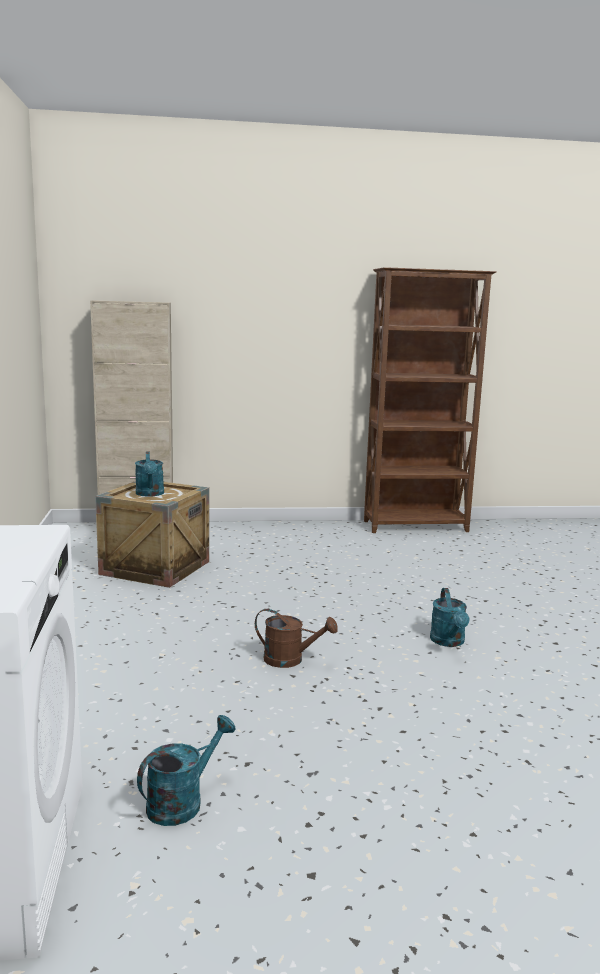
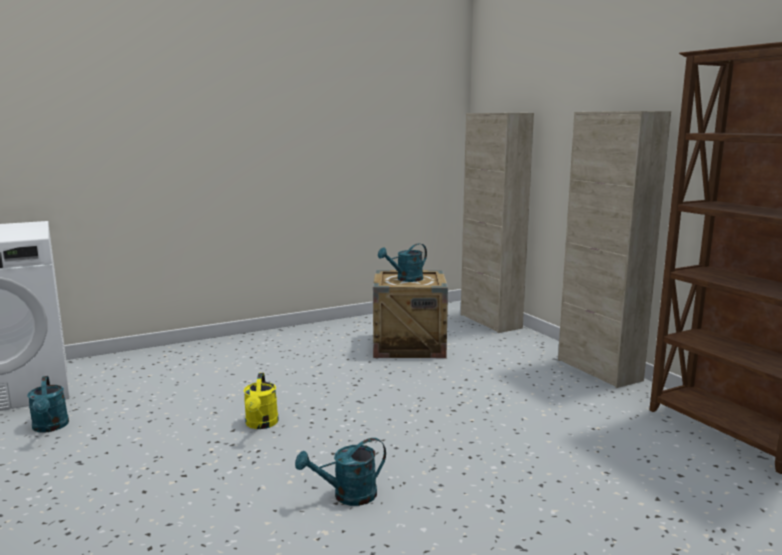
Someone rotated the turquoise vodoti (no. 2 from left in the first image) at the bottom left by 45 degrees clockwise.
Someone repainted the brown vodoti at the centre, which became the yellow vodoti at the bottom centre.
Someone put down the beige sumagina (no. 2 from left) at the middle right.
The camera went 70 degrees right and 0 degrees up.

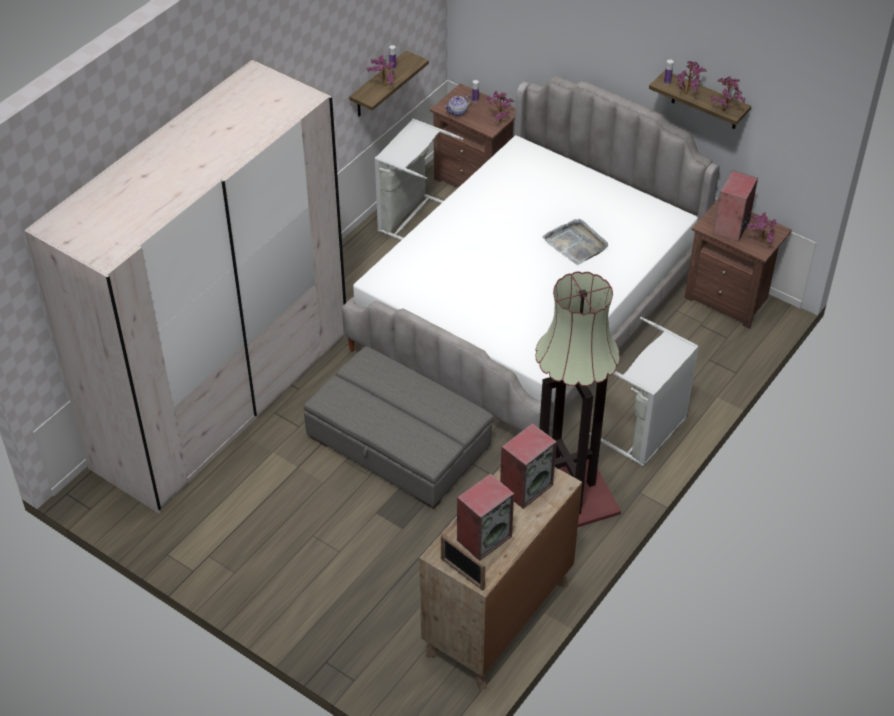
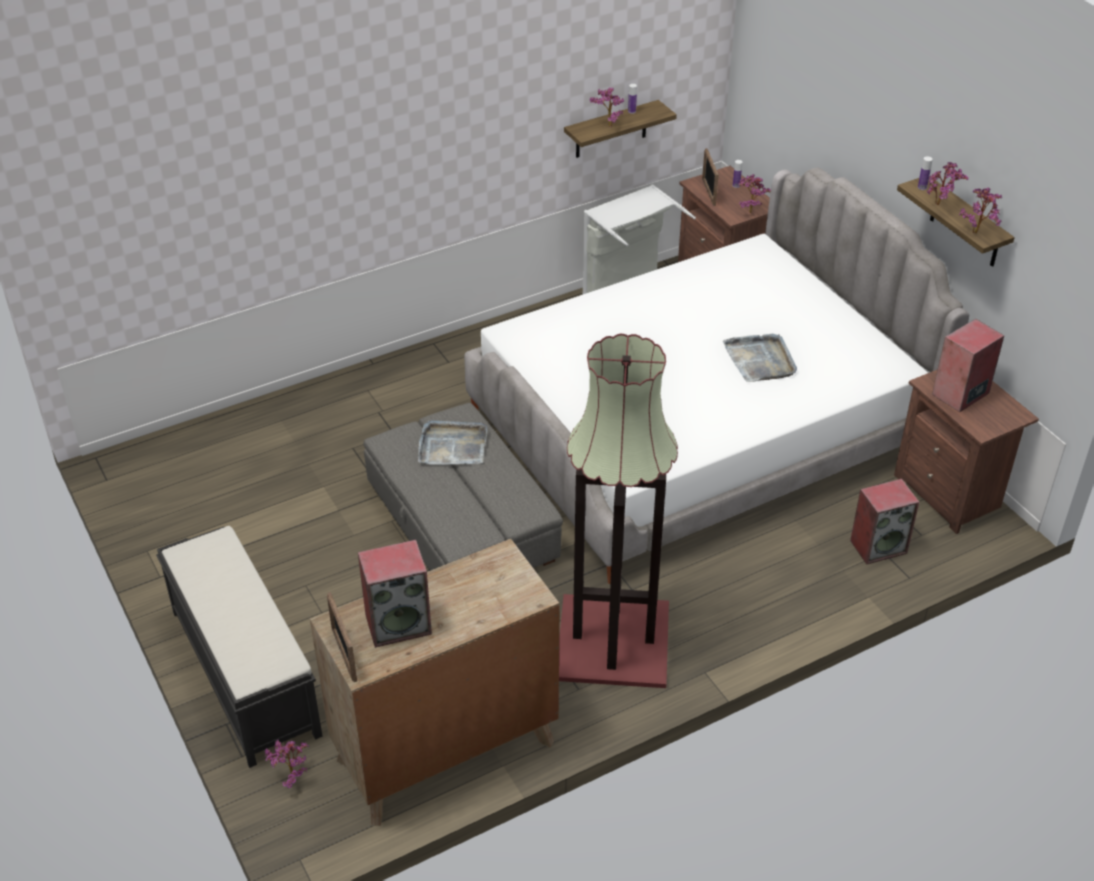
Someone took away the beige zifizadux at the middle left.
Someone swapped the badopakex at the top centre for the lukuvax (no. 2 from left) at the top centre.
Someone carried the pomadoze (no. 2 from left) from the centre to the middle right.
Someone took away the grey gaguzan (no. 2 from left) at the middle right.
Someone carried the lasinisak (no. 5 from left in the first image) from the top right to the bottom left.
Someone put down the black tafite at the bottom left.
Someone put down the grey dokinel (no. 1 from left) at the centre.
The camera went 25 degrees right and 5 degrees down.

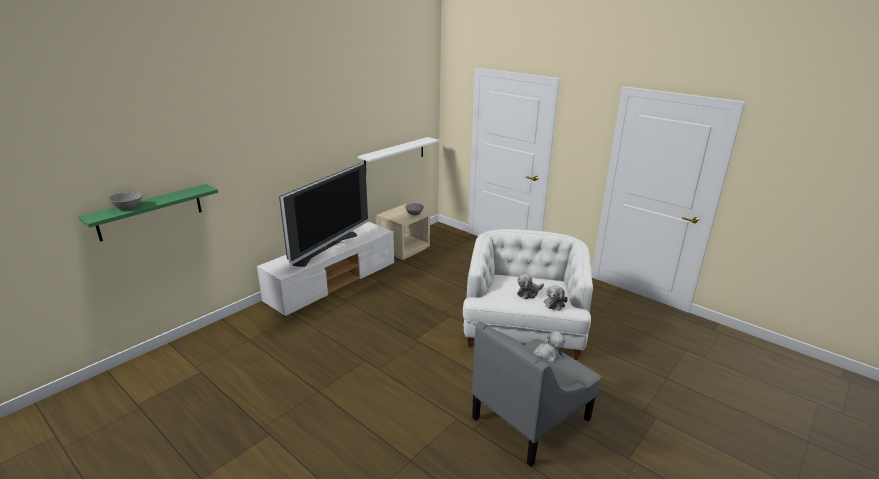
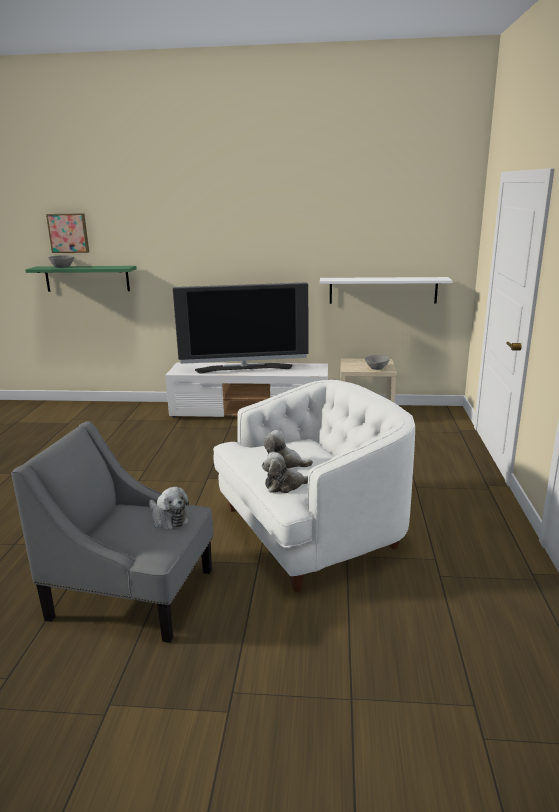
Someone put up the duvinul at the top left.
The camera went 55 degrees right and 5 degrees down.

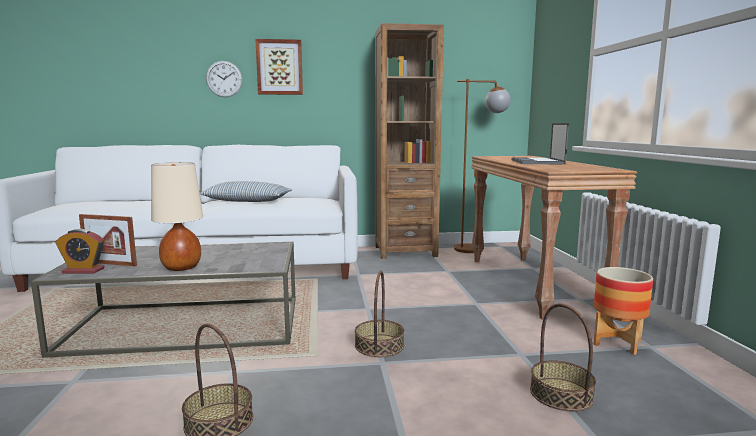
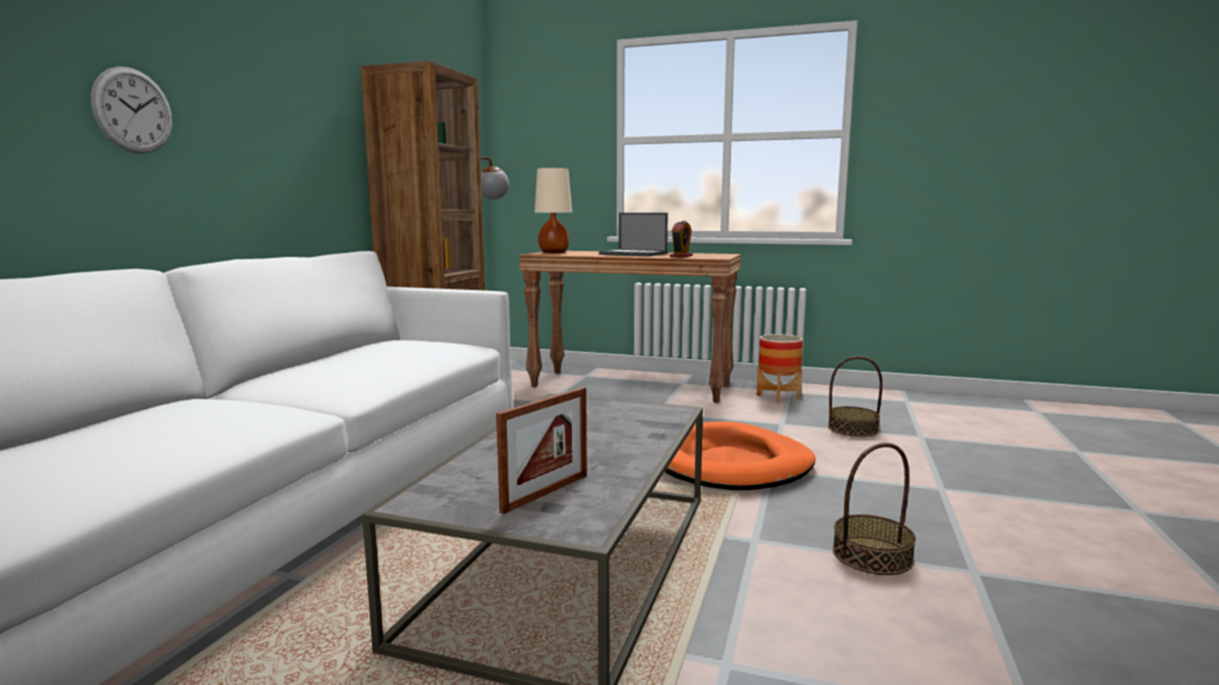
Someone carried the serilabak from the middle left to the centre.
Someone carried the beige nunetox from the middle left to the top centre.
Someone took away the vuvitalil at the middle left.
Someone took away the duvinul at the top centre.
Someone swapped the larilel (no. 2 from left) at the bottom centre for the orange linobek at the centre.
The camera went 65 degrees left and 0 degrees up.

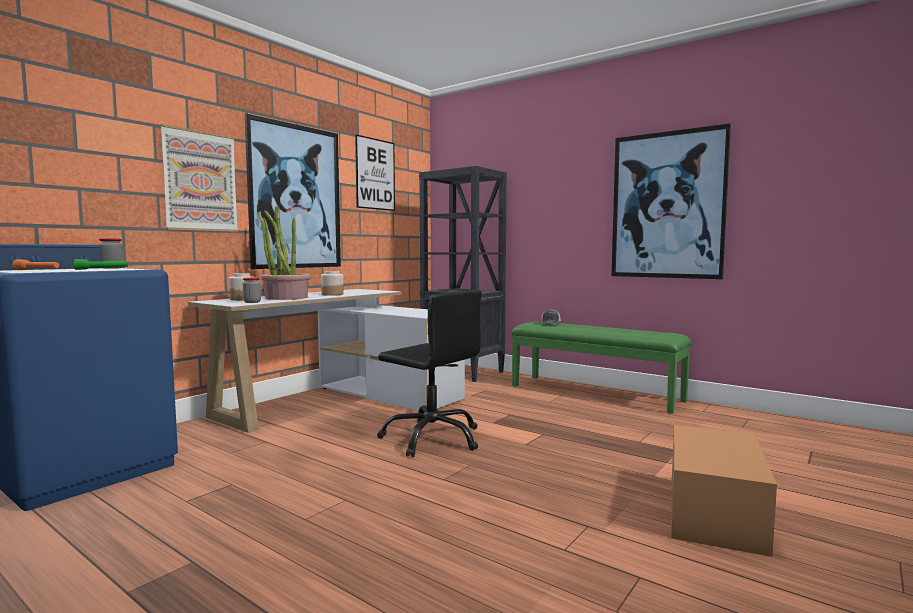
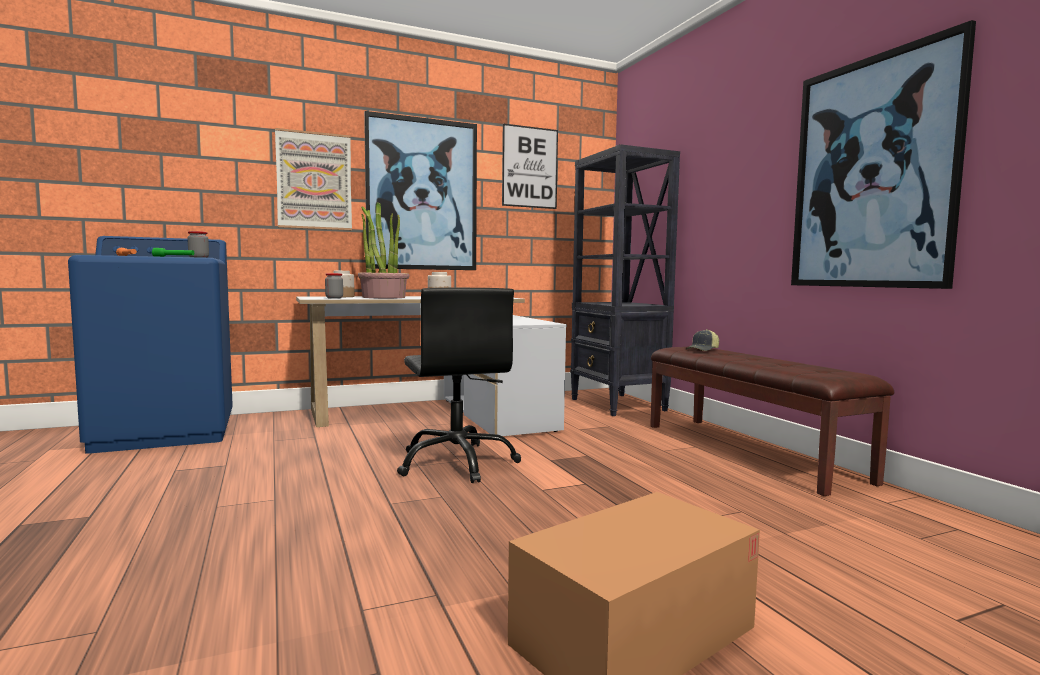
Someone repainted the green tafite at the centre, which became the brown tafite at the middle right.
The camera went 30 degrees right and 0 degrees up.

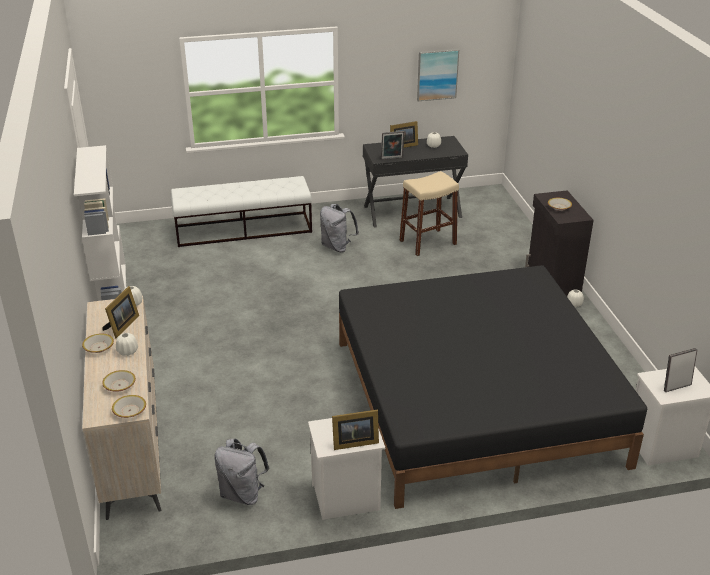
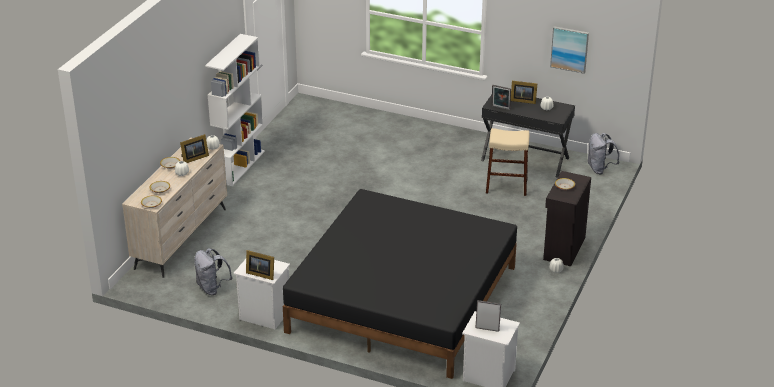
Someone took away the white tafite at the centre.
Someone carried the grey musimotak (no. 2 from left) from the centre to the middle right.
The camera went 35 degrees right and 0 degrees up.

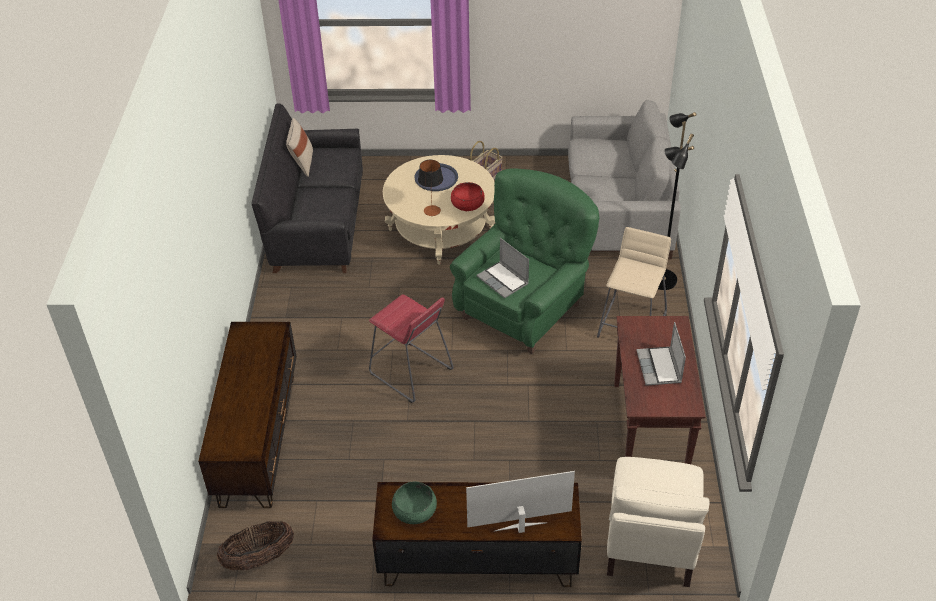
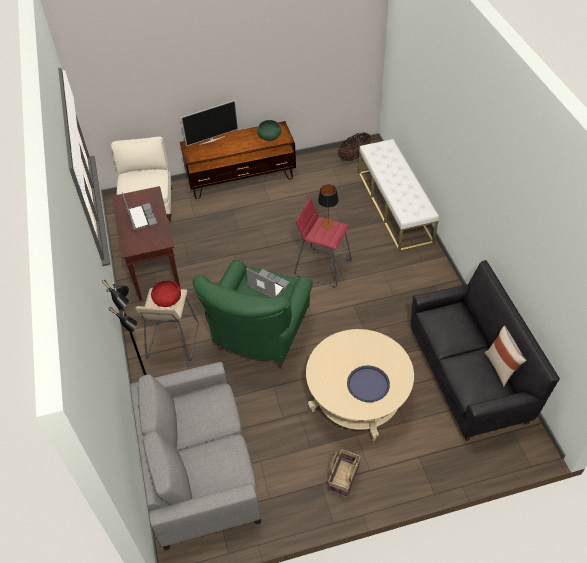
Someone swapped the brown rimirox (no. 1 from left) at the bottom left for the white tafite at the middle right.
Someone carried the nunetox from the top centre to the centre.
Someone carried the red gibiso from the top centre to the middle left.
The camera went 165 degrees right and 5 degrees up.

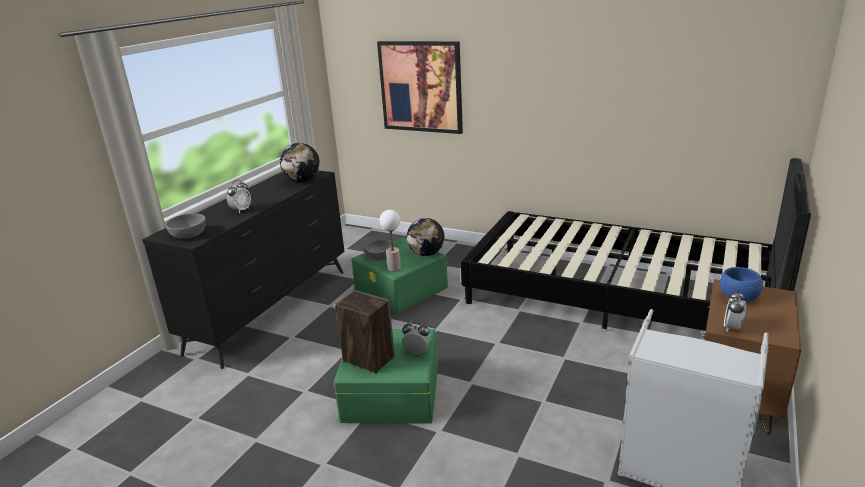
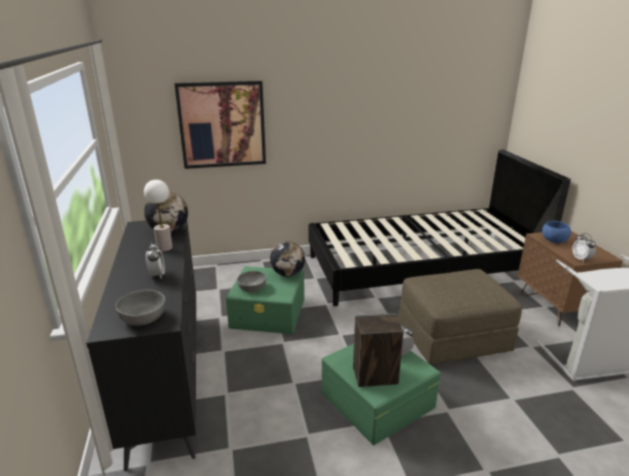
Someone carried the nunetox from the centre to the middle left.
Someone put down the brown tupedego at the middle right.
The camera went 40 degrees left and 0 degrees up.

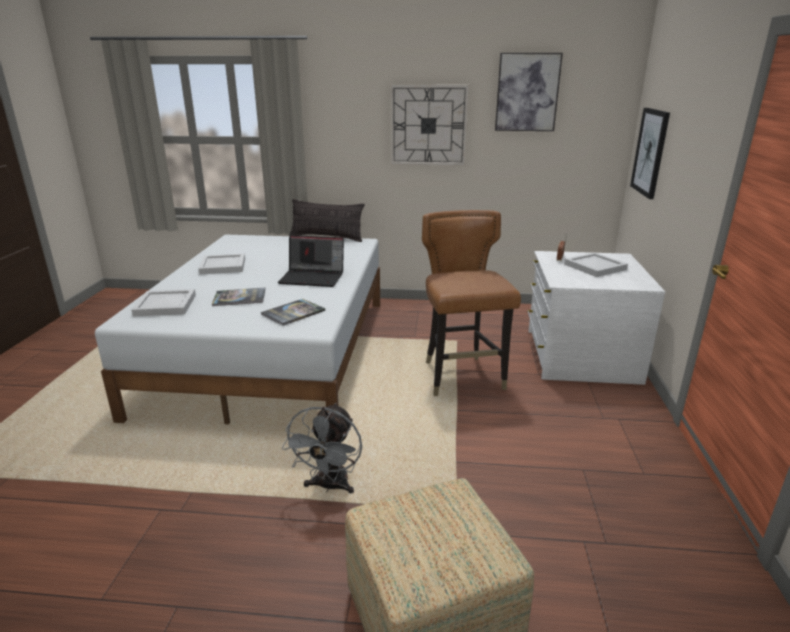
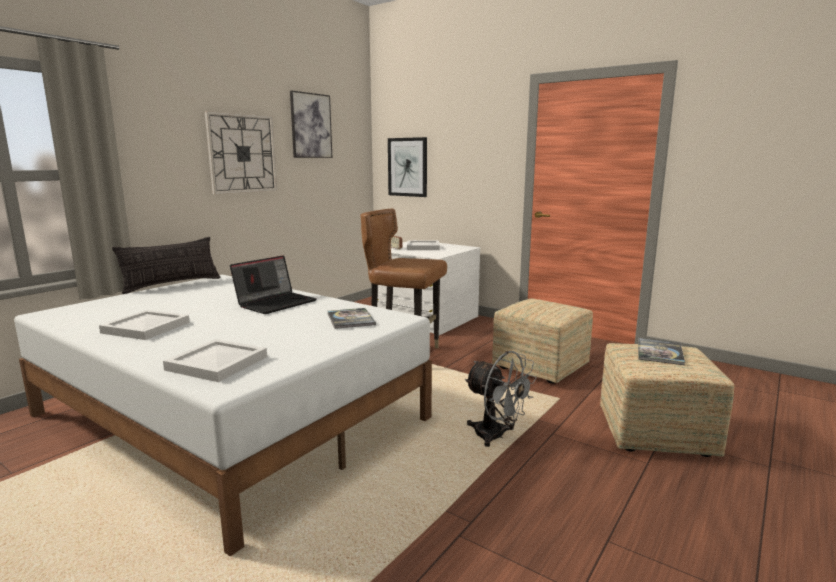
Someone carried the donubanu (no. 1 from left in the first image) from the middle left to the middle right.
Someone put down the tupedego (no. 1 from left) at the centre.
The camera went 60 degrees left and 10 degrees down.

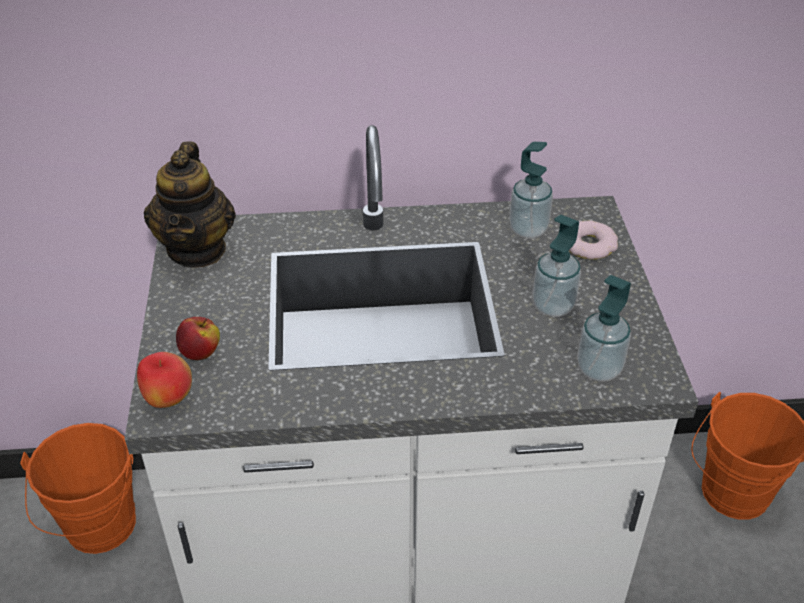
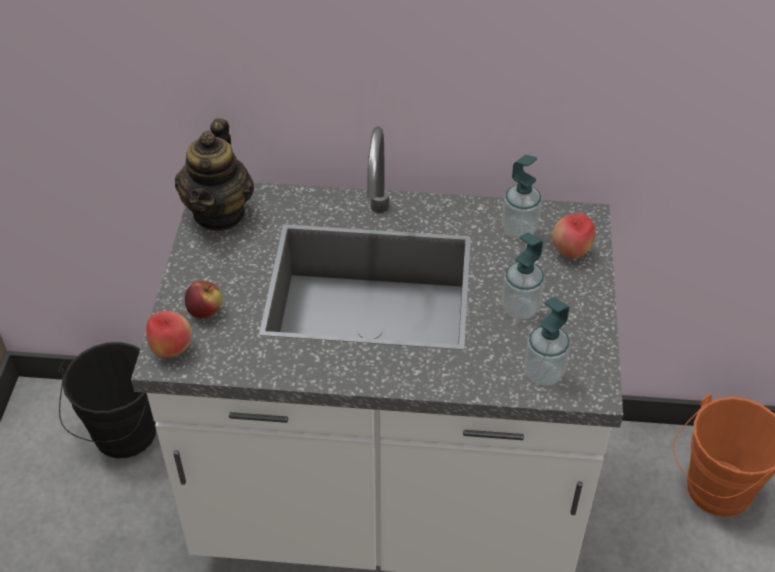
Someone repainted the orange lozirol (no. 1 from left) at the bottom left, which became the black lozirol at the bottom left.
Someone swapped the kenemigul at the middle right for the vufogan (no. 3 from left) at the middle right.
The camera went 10 degrees right and 5 degrees up.

